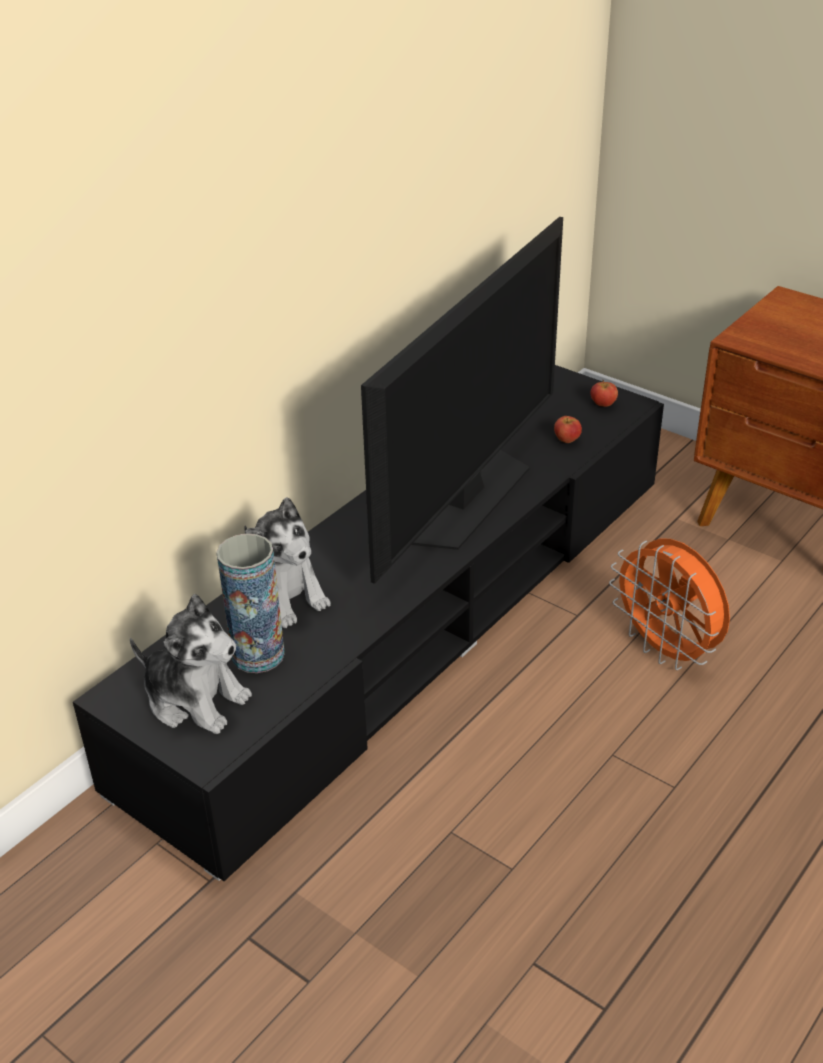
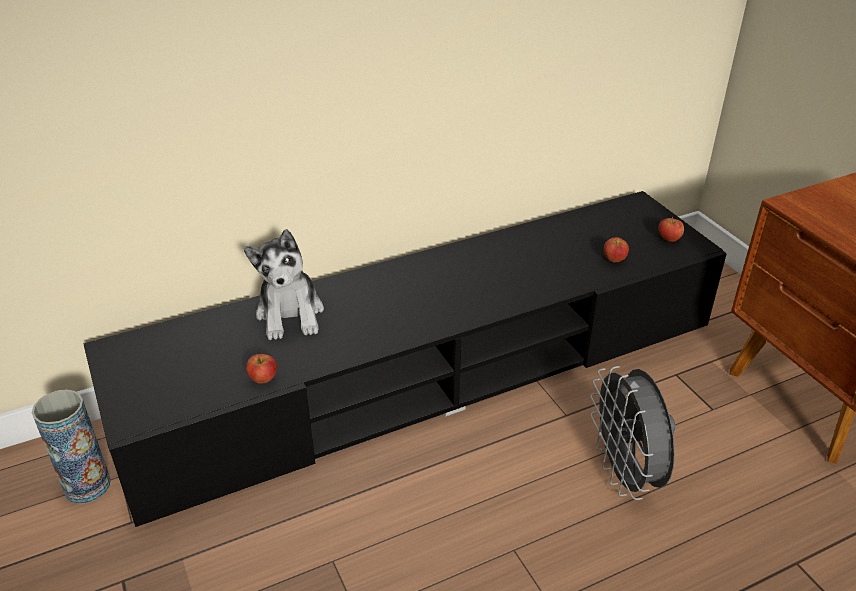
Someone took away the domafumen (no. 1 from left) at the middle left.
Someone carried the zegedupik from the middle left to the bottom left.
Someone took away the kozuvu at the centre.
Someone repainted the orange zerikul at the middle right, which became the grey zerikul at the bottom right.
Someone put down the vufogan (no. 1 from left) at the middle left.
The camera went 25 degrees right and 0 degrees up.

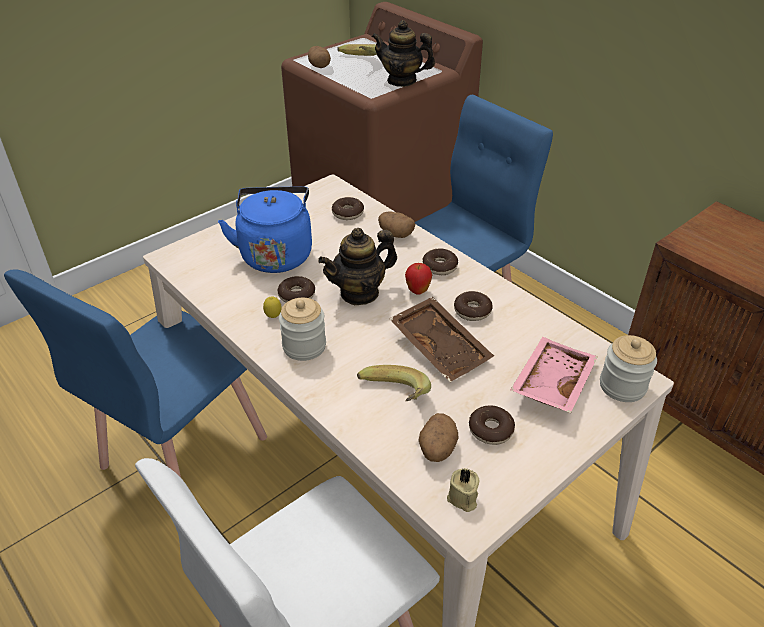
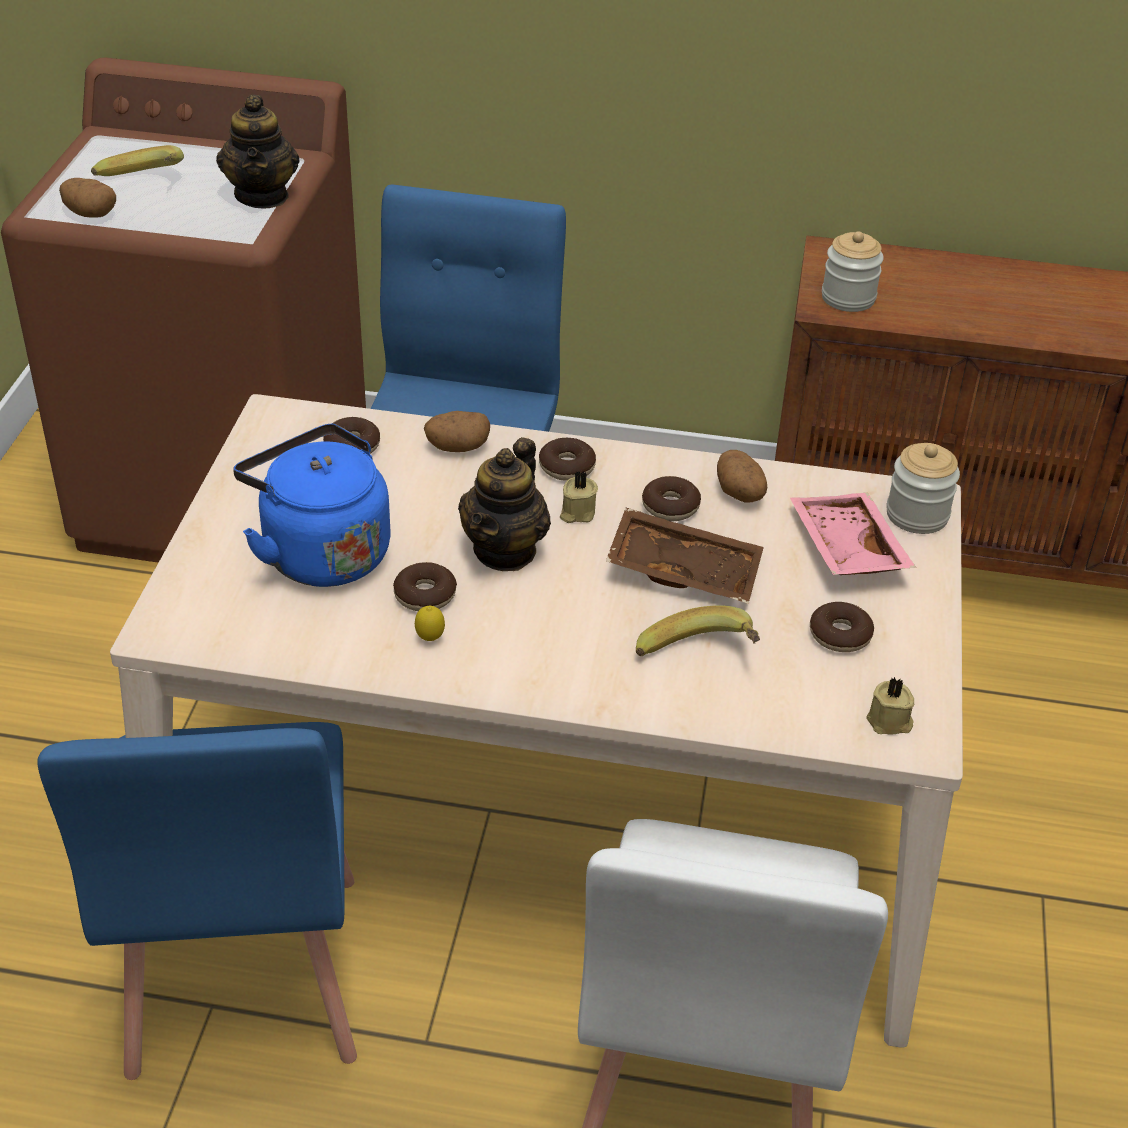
Someone carried the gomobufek (no. 1 from left) from the centre to the top right.
Someone rotated the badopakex (no. 2 from left in the first image) at the top centre by 75 degrees counterclockwise.
Someone swapped the vufogan at the centre for the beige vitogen (no. 1 from left) at the centre.
Someone carried the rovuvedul (no. 3 from left) from the bottom centre to the centre.
The camera went 40 degrees left and 0 degrees up.

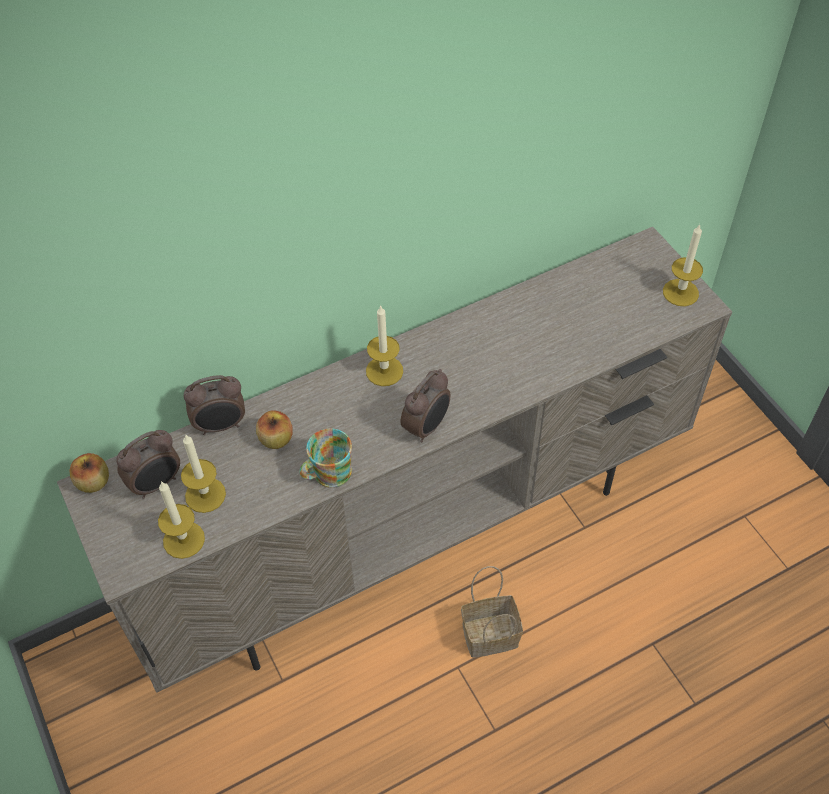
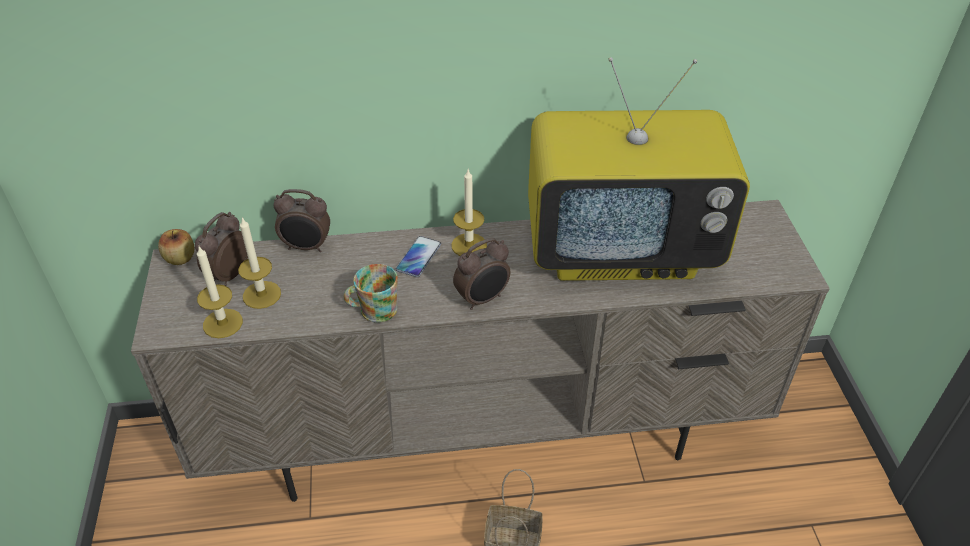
Someone rotated the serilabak (no. 1 from left) at the middle left by 135 degrees clockwise.
Someone took away the vufogan (no. 2 from left) at the middle left.
Someone took away the vitogen (no. 4 from left) at the middle right.
Someone put down the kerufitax at the centre.
Someone put down the kozuvu at the top centre.
The camera went 20 degrees right and 10 degrees down.

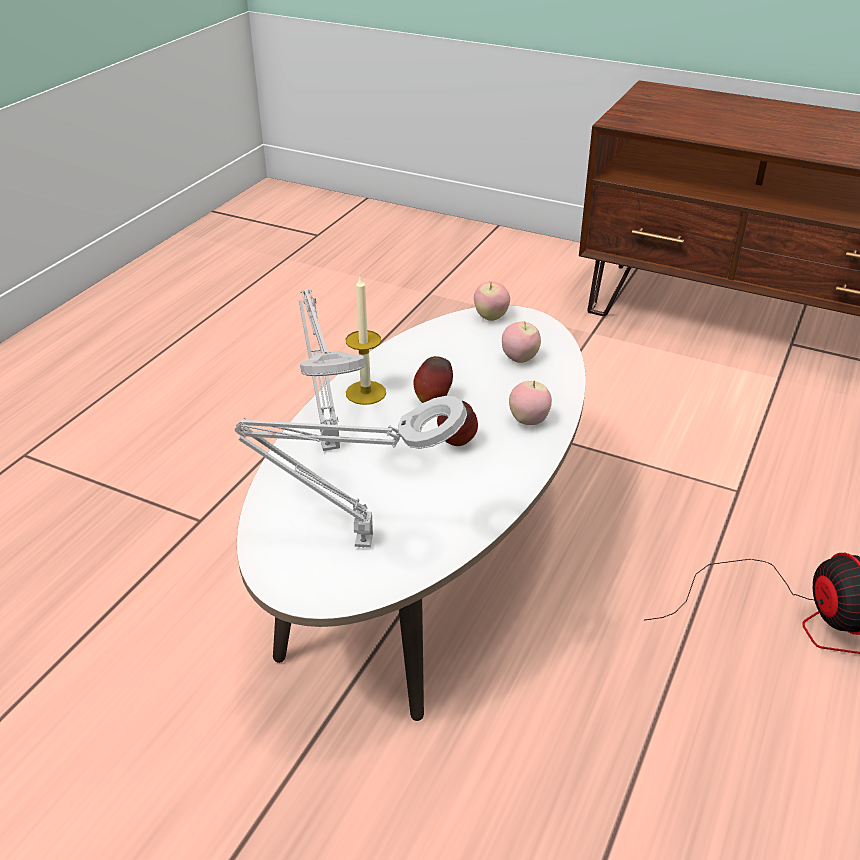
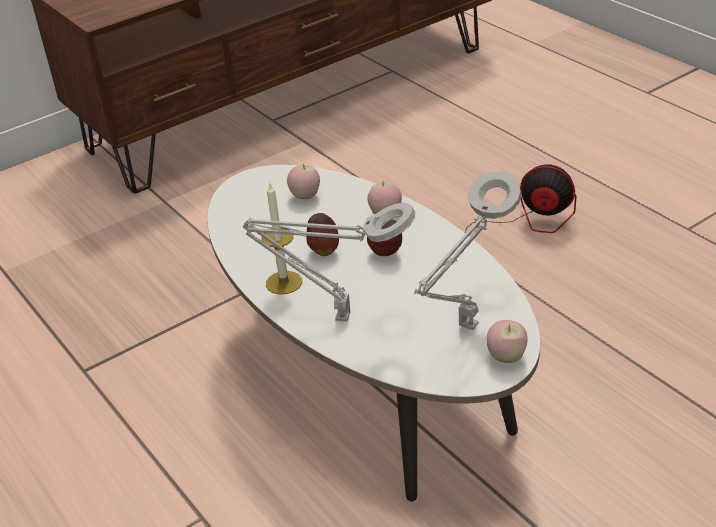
Someone carried the vufogan (no. 3 from left in the first image) from the centre to the middle right.
The camera went 60 degrees left and 0 degrees up.

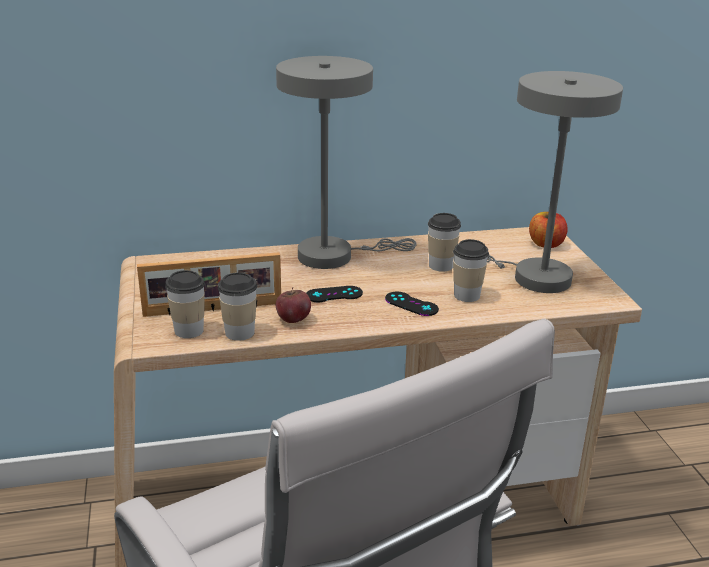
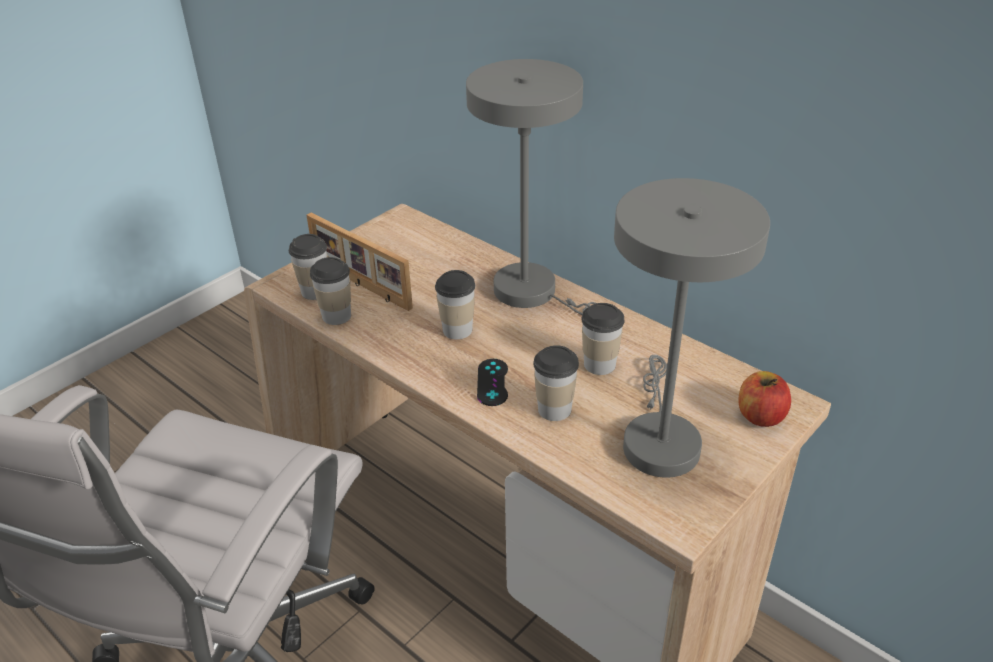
Someone took away the vufogan (no. 1 from left) at the centre.
Someone swapped the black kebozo (no. 1 from left) at the centre for the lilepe (no. 3 from left) at the centre.
The camera went 55 degrees right and 10 degrees up.

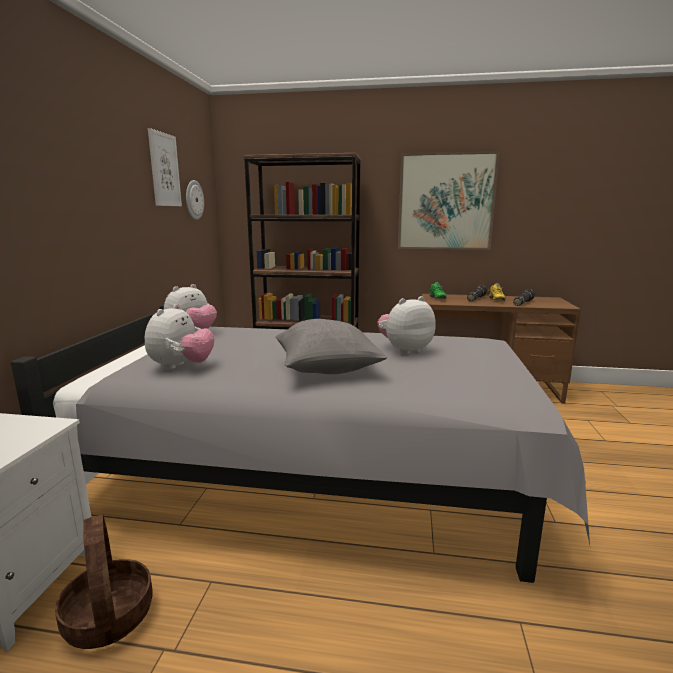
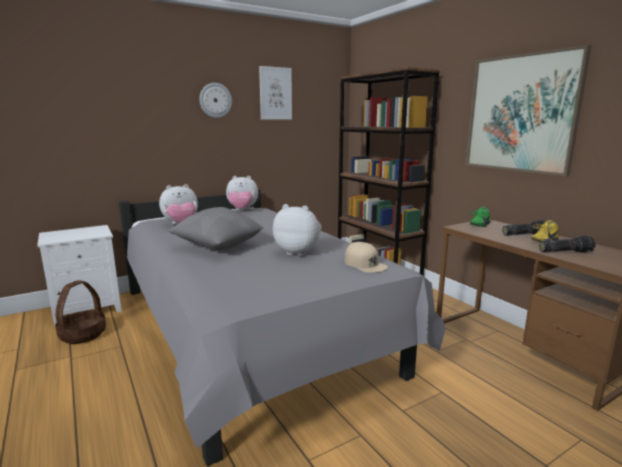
Someone carried the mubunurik from the top left to the top centre.
Someone put down the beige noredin at the centre.
The camera went 50 degrees right and 0 degrees up.

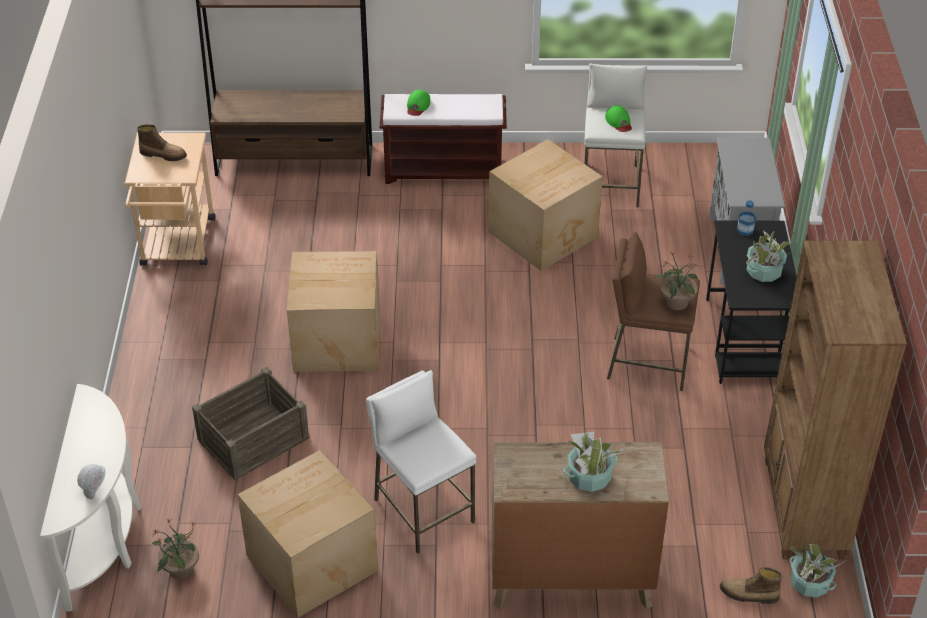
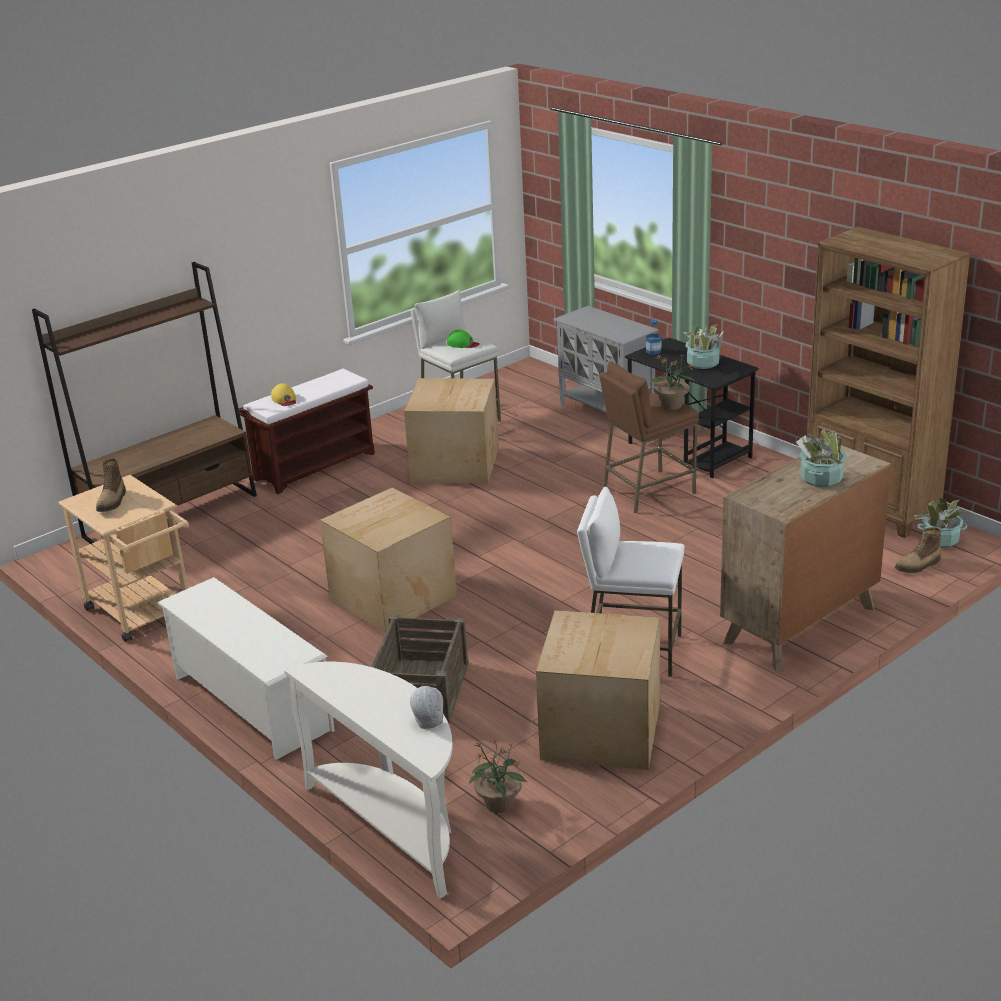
Someone rotated the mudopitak (no. 1 from left) at the top left by 120 degrees clockwise.
Someone repainted the green noredin (no. 1 from left) at the top centre, which became the yellow noredin at the middle left.
Someone put down the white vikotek at the bottom left.
The camera went 40 degrees left and 15 degrees down.

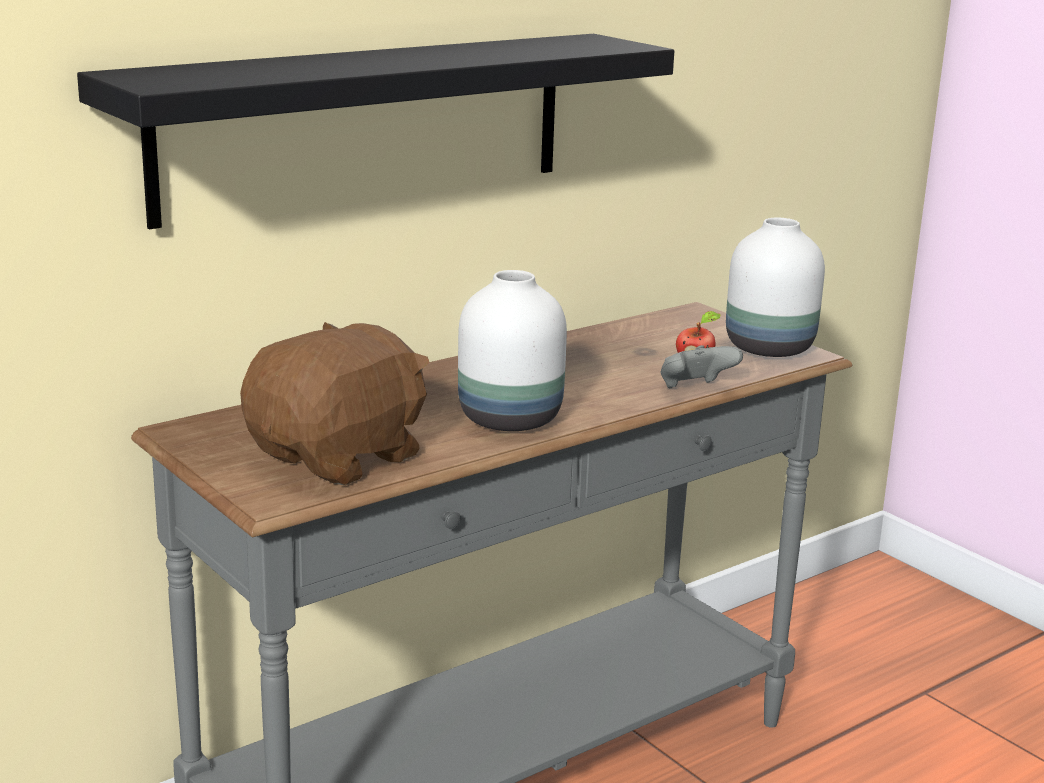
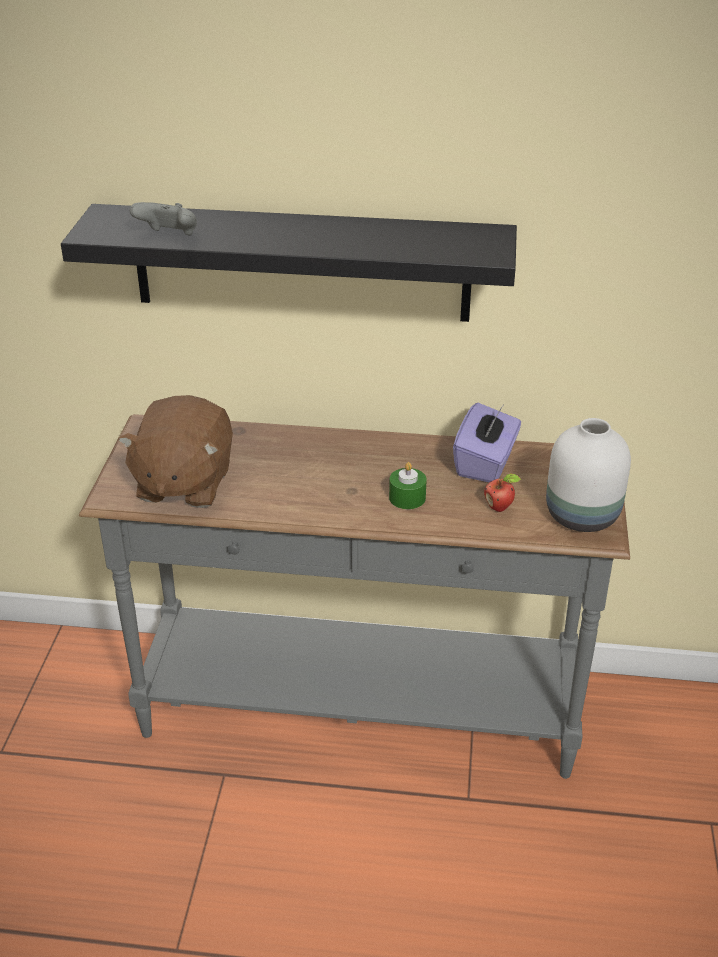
Someone rotated the brown domafumen at the middle left by 105 degrees clockwise.
Someone took away the white zegedupik (no. 1 from left) at the centre.
Someone carried the grey kebozo from the middle right to the top left.
Someone put down the green vitogen at the centre.
Someone put down the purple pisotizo at the middle right.
The camera went 45 degrees right and 15 degrees up.

